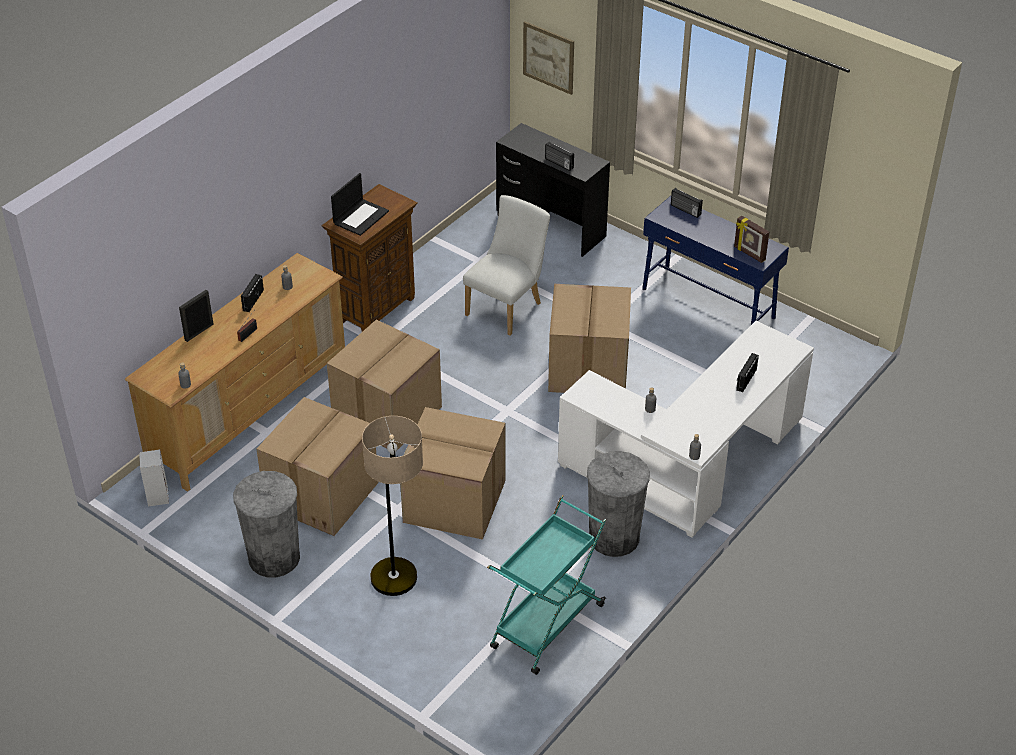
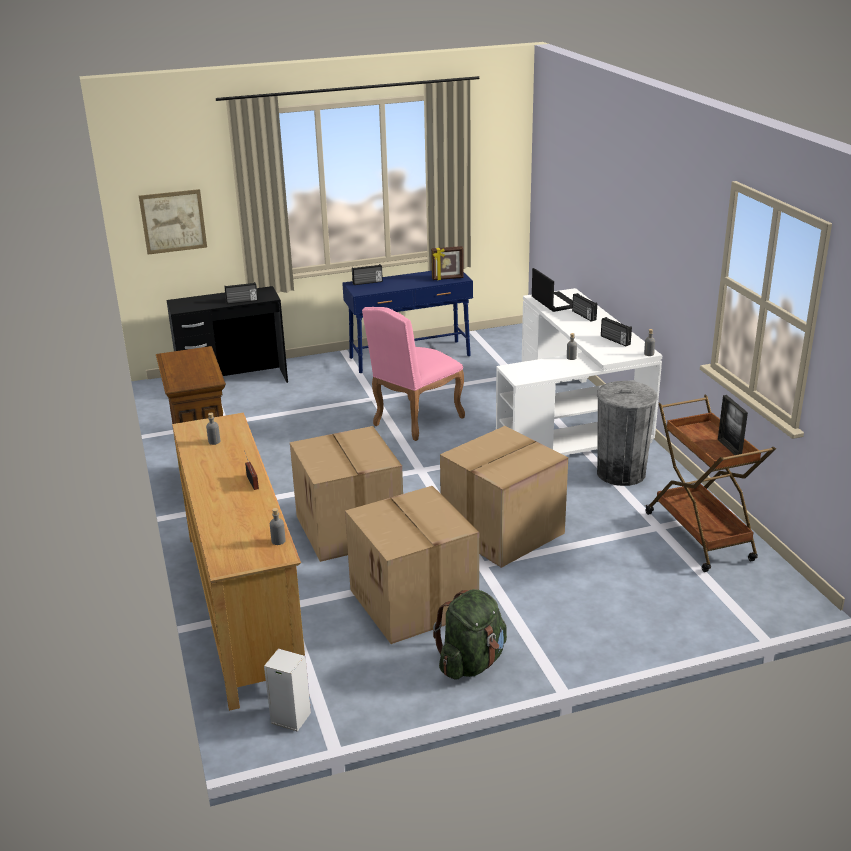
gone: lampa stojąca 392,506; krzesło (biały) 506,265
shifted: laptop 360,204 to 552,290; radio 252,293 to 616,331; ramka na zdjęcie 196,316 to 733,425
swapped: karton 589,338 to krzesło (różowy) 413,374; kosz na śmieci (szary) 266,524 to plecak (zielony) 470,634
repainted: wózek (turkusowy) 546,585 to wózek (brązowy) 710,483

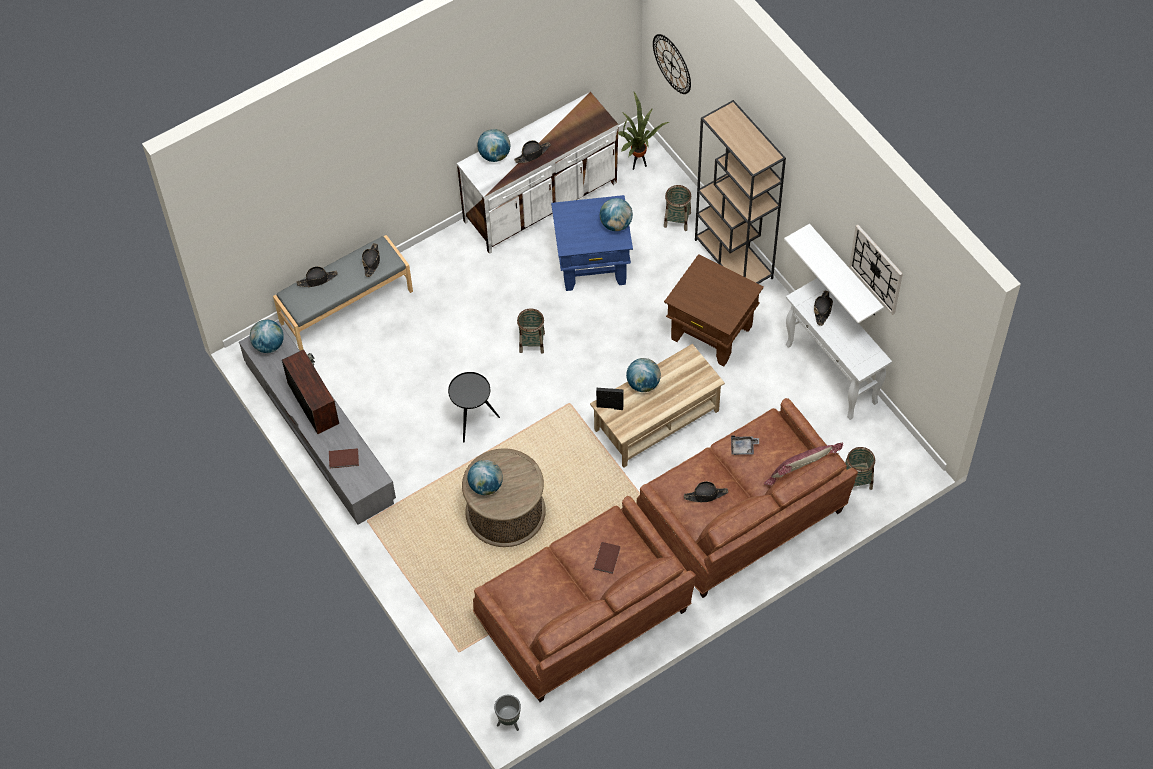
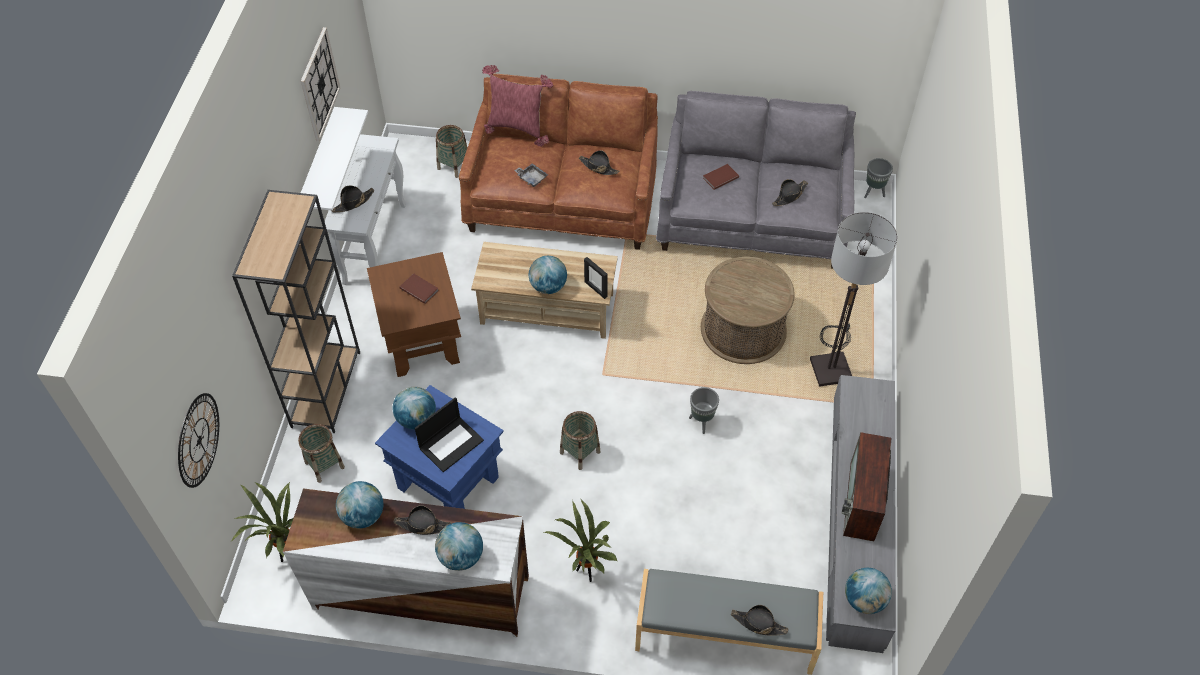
new: laptop 449,434; roślina doniczkowa 581,541; lampa stojąca 854,299
shifted: globus 485,477 to 359,504; książka (brązowy) 344,458 to 419,288; kapelusz (czarny) 371,260 to 790,192
swapped: stolik (czarny) 474,407 to donica (szary) 704,410
repainted: kanapa (brązowy) 584,599 to kanapa (szary) 756,180

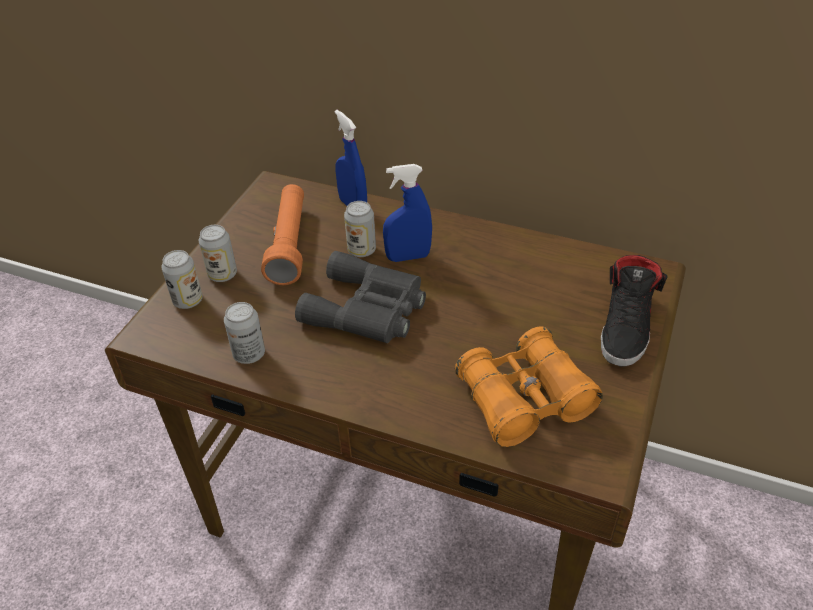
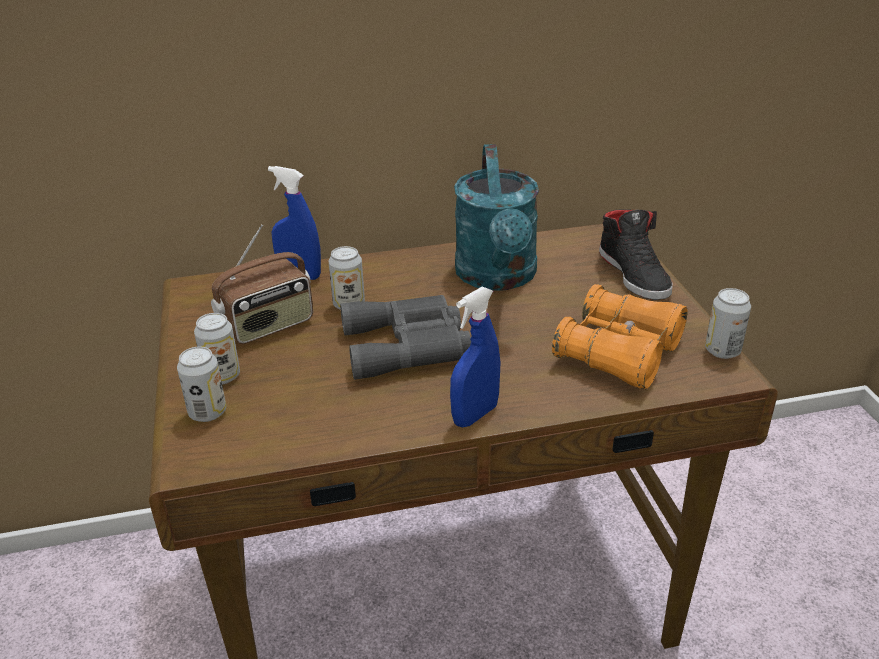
new: konewka (turkusowy) 496,217
shifted: spryskiwacz (niebieski) 407,213 to 475,357; puszka 244,333 to 728,323
swapped: latarka (pomarańczowy) 282,234 to radio 262,284

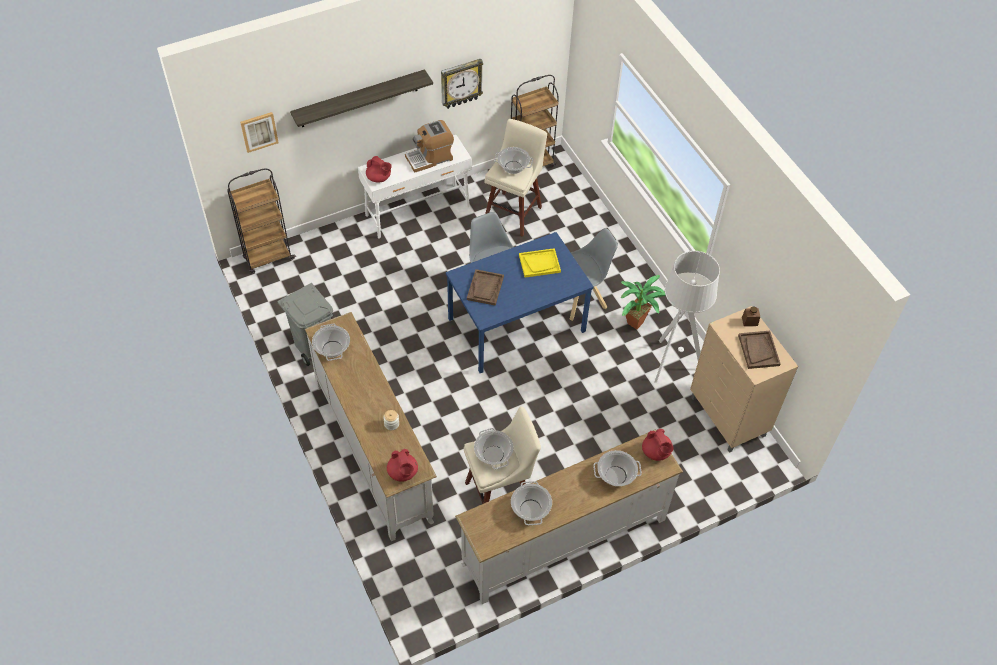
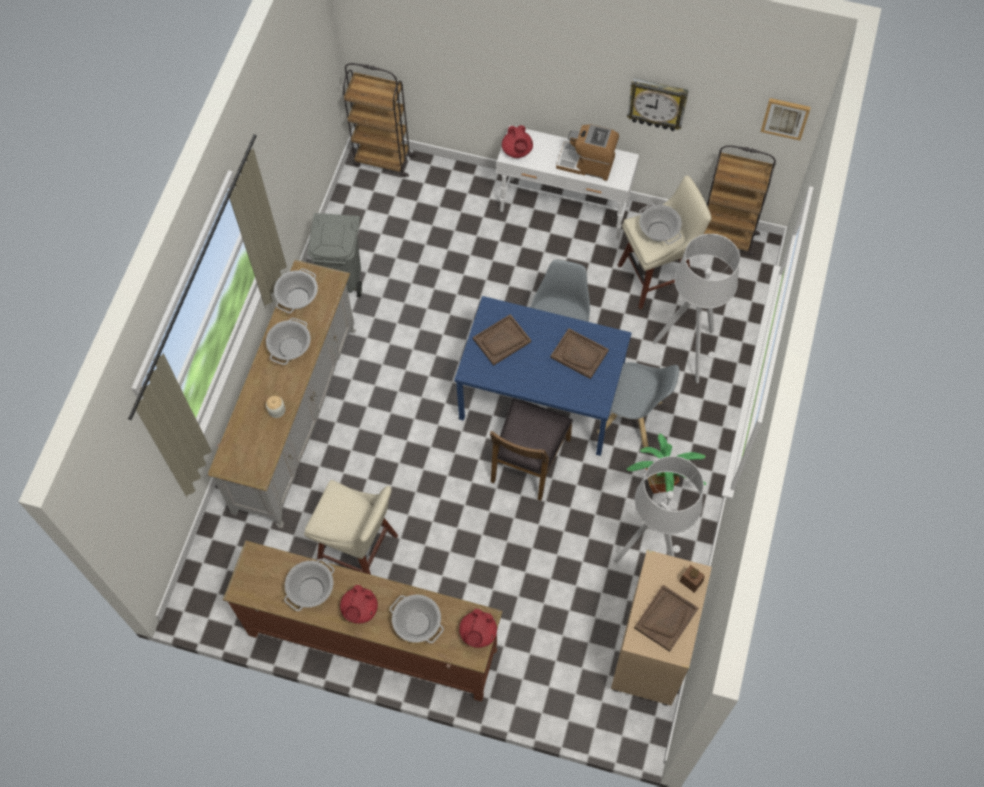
gone: półka 361,98
new: krzesło (brązowy) 531,449; lampa stojąca (szary) 696,308
shifted: garnek 494,448 to 288,341; imbryk (czerwony) 402,465 to 359,604; obraz 259,132 to 786,119
repainted: szafka (szary) 569,516 to szafka (brązowy) 363,621; taca (żółty) 540,263 to taca (brązowy) 579,353

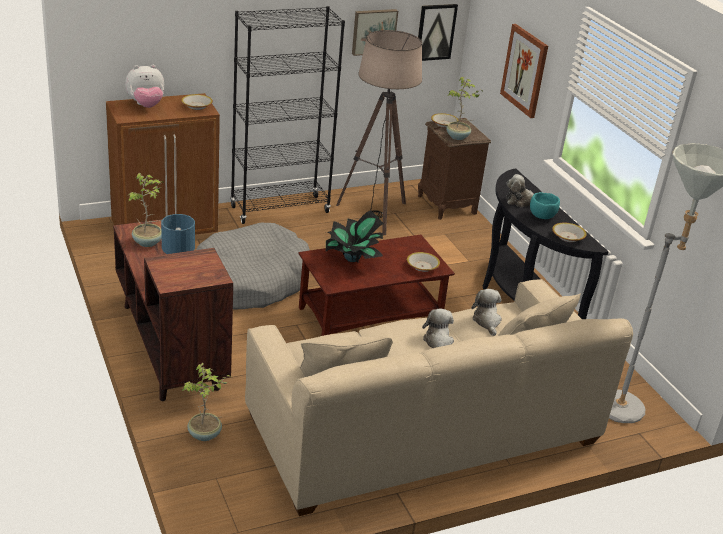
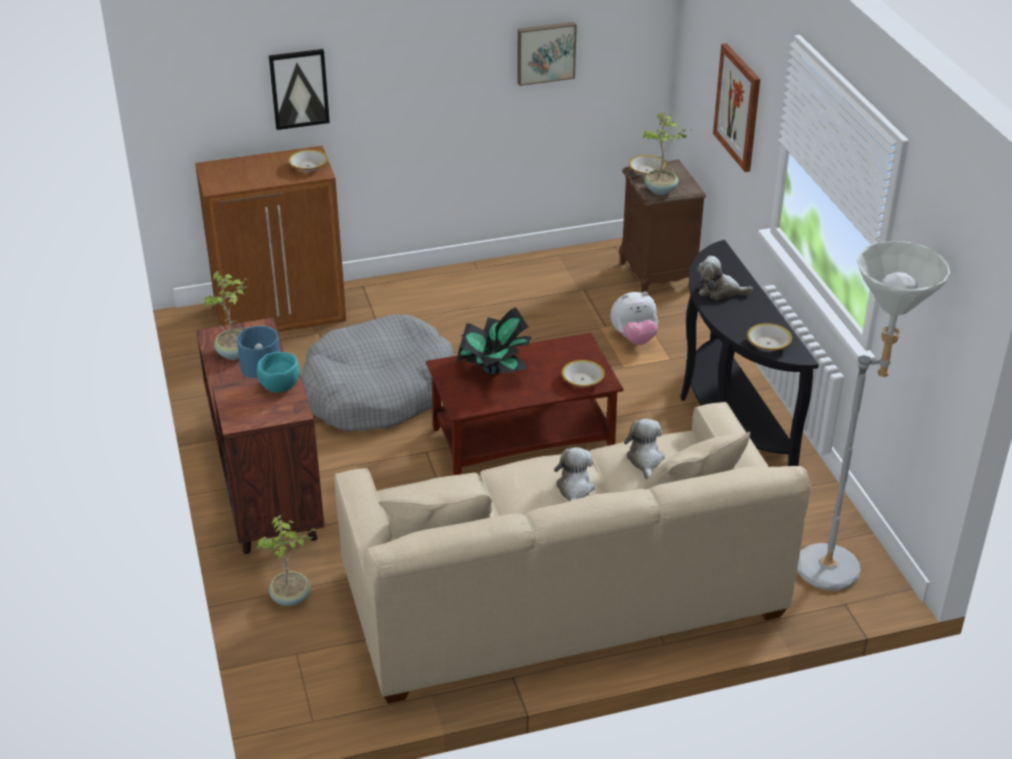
gone: regał (czarny) 287,115; lampa stojąca 379,132
shifted: miska (turkusowy) 545,205 to 278,372; obraz 438,32 to 299,89; pluszak 144,86 to 634,318

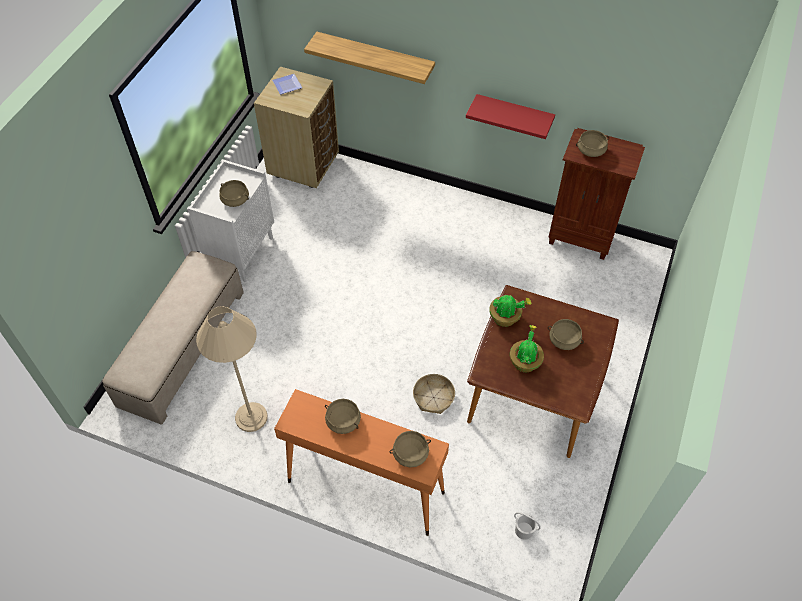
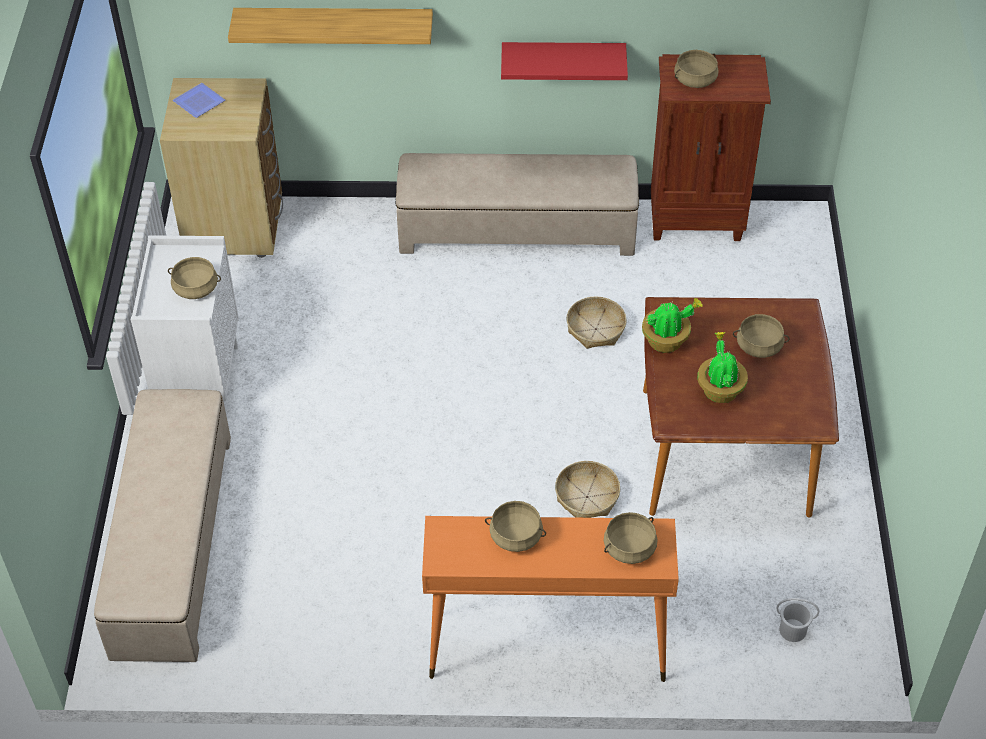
gone: lampa stojąca (beżowy) 232,369
new: ławka (beżowy) 517,204; koszyk 597,323

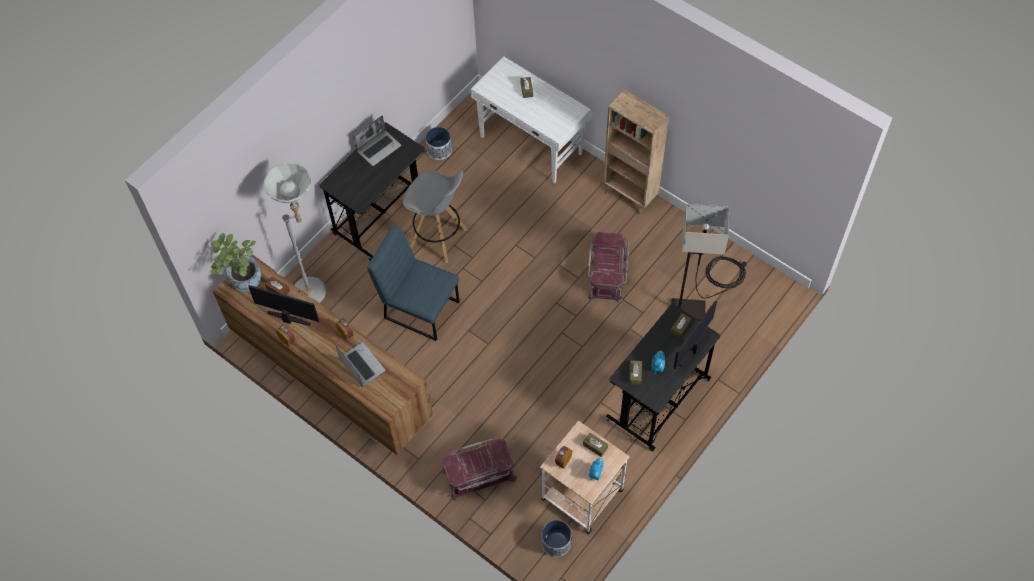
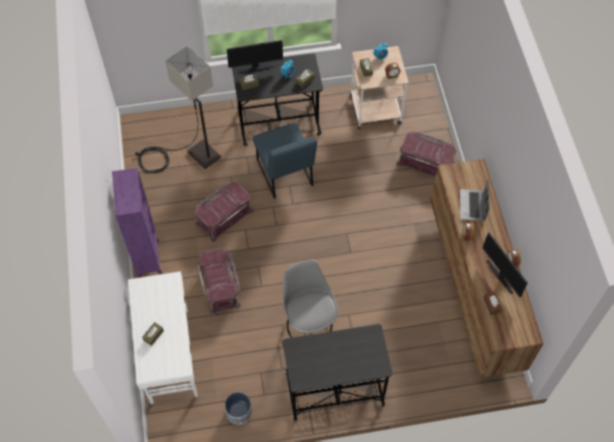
gone: roślina doniczkowa 235,262; lampa stojąca (szary) 295,233; laptop 377,140; donica 556,538
new: pojemnik do przechowywania (czerwony) 219,281
shifted: krzesło (niebieski) 413,283 to 285,161
repainted: regał (brązowy) 636,152 to regał (fioletowy) 137,223

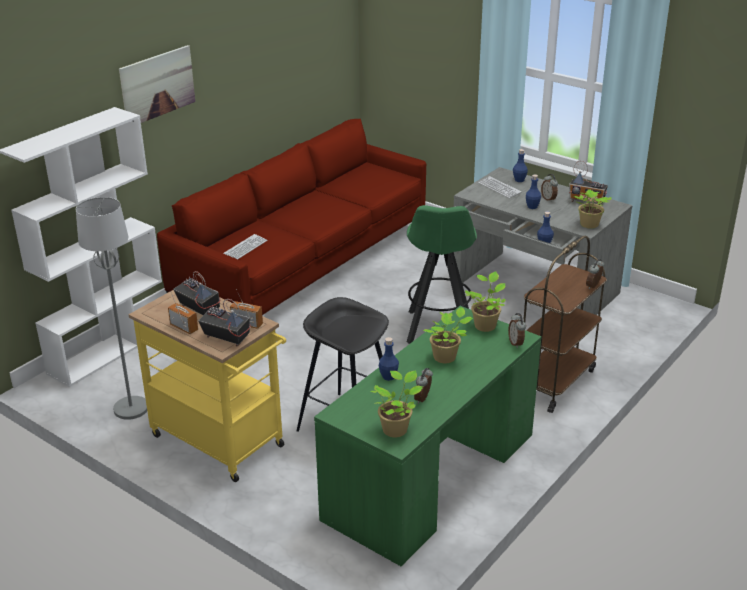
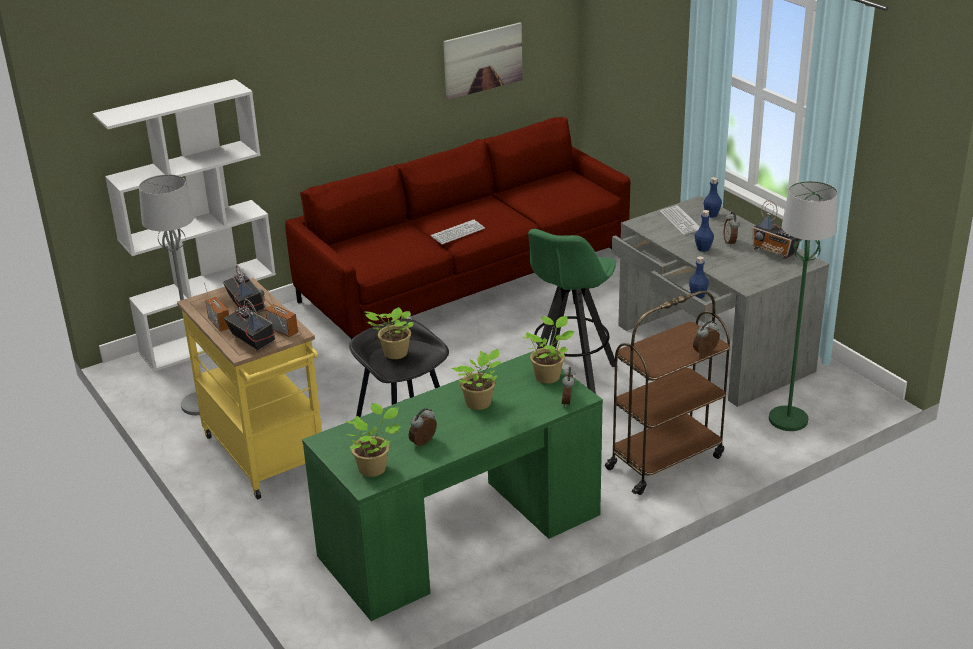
gone: butelka (niebieski) 389,359
new: lampa stojąca (zielony) 803,306
shifted: roślina doniczkowa 592,209 to 389,333; klawiatura 245,246 to 458,232; obraz 157,84 to 482,61

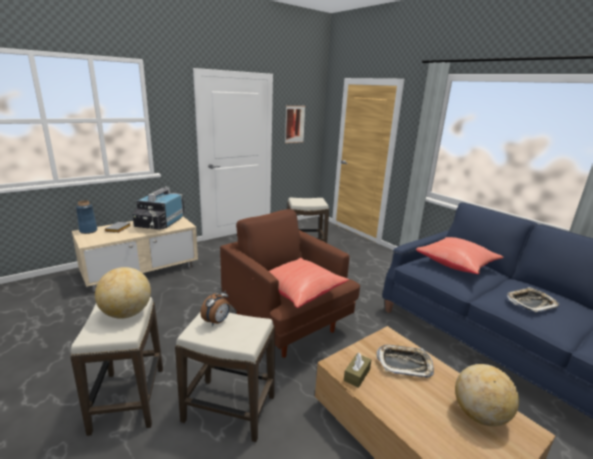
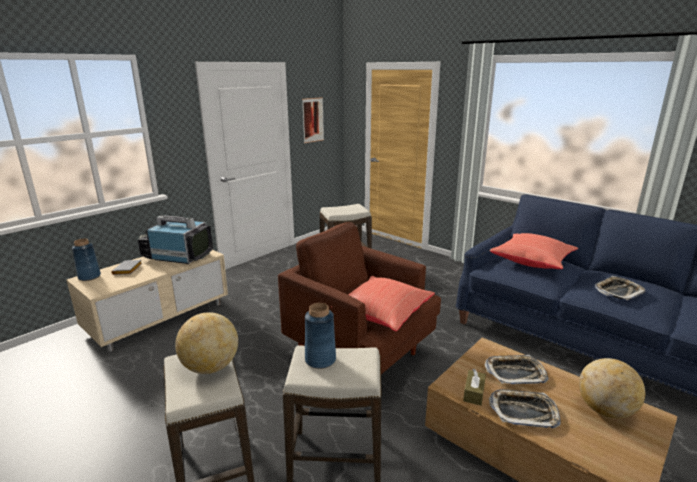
new: taca 525,408
swapped: budzik 215,307 to wazon (niebieski) 320,336
rotated: telewizor 158,208 = 175,239 105 degrees clockwise

